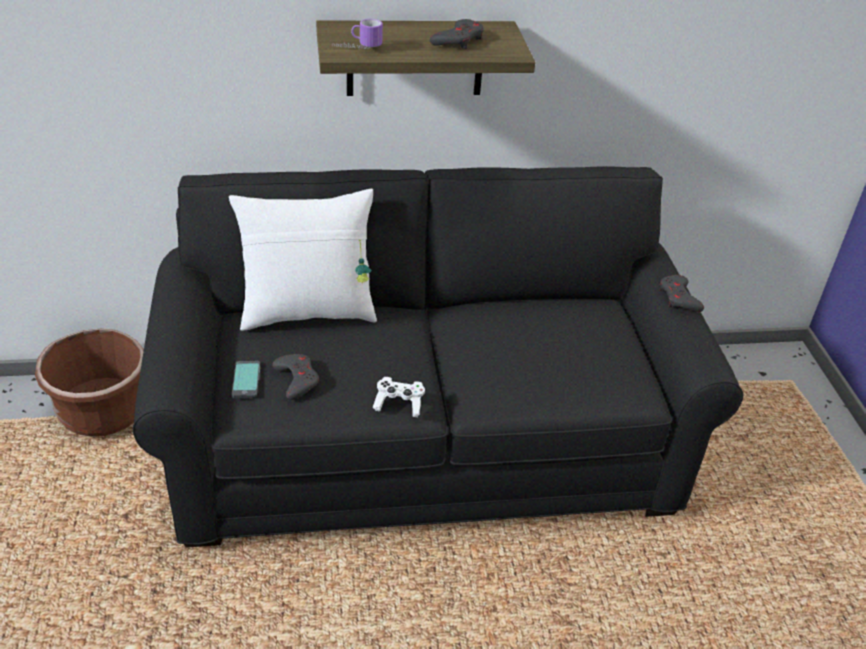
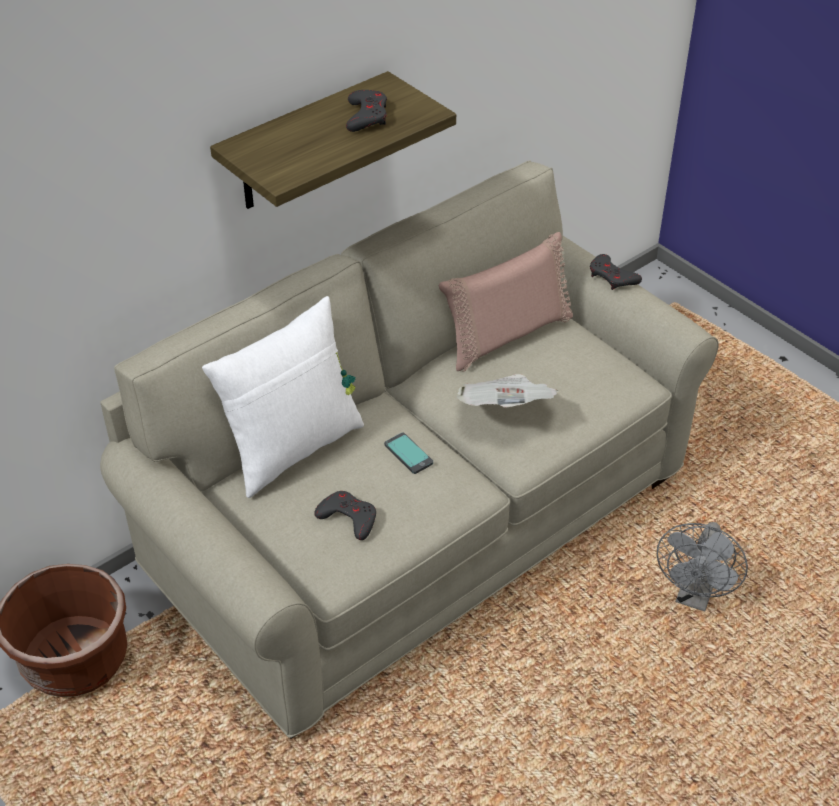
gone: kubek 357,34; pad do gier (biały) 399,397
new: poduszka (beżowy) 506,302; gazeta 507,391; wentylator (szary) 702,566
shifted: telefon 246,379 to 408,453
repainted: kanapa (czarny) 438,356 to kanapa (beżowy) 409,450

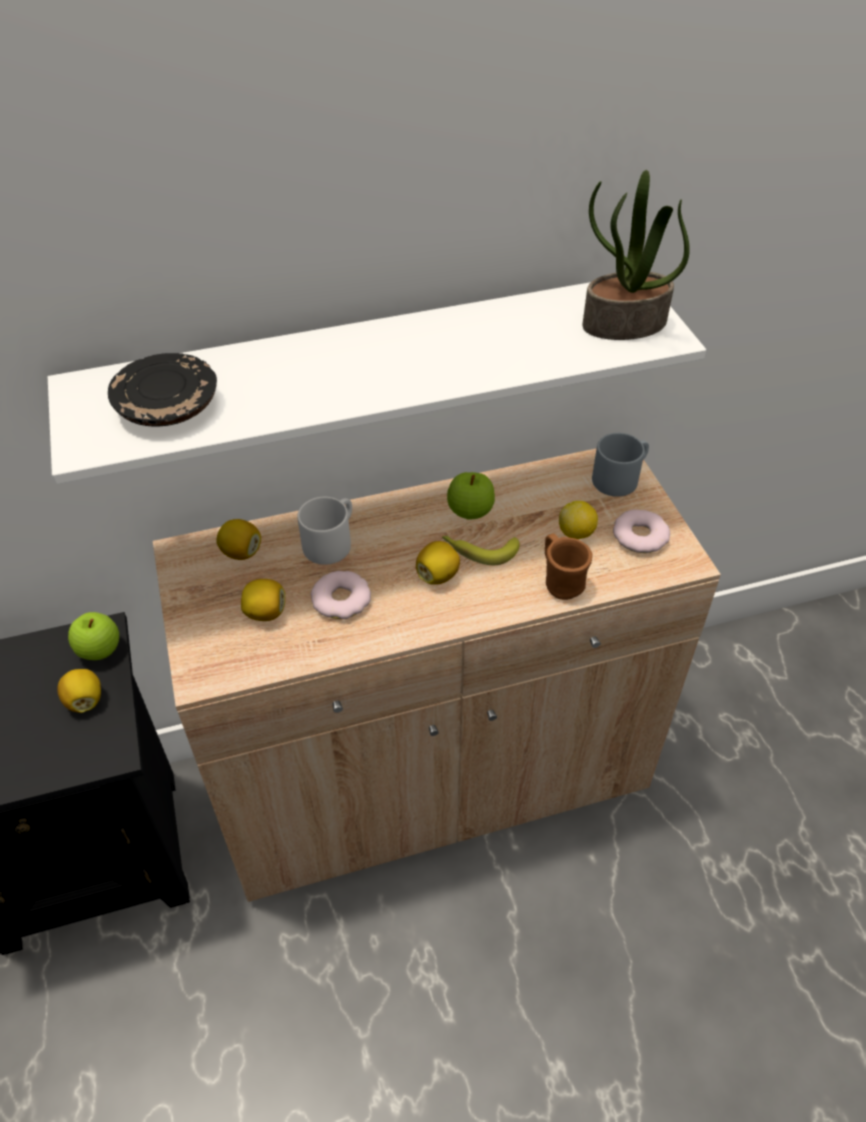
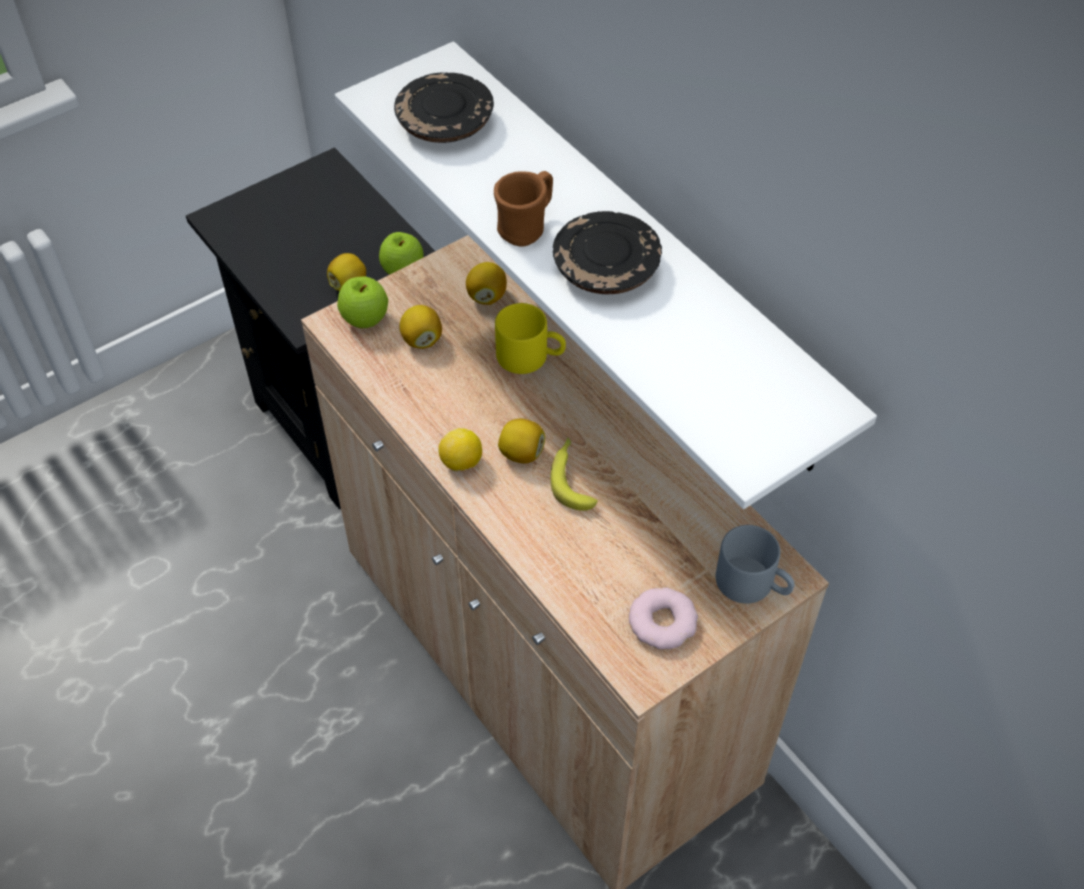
gone: donut 341,595; roślina doniczkowa 636,255
new: talerz (czarny) 607,252
shifted: jabłko 471,496 to 362,302; cytryna 578,520 to 460,449; kubek (brązowy) 569,566 to 523,208
repainted: kubek (biały) 324,531 to kubek (żółty) 530,338

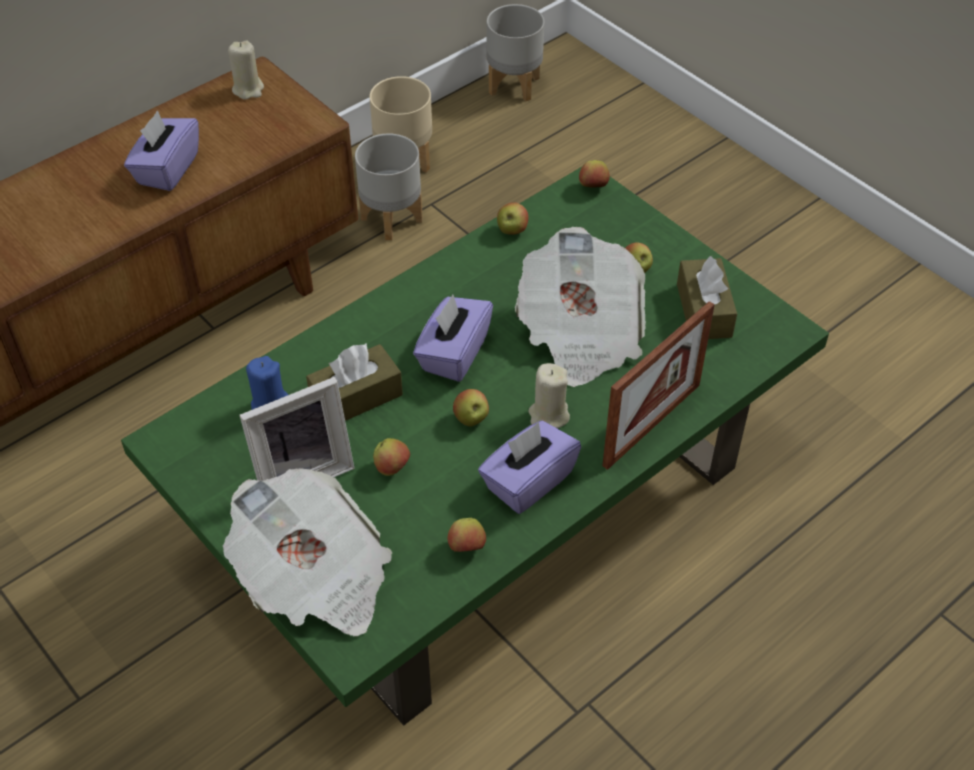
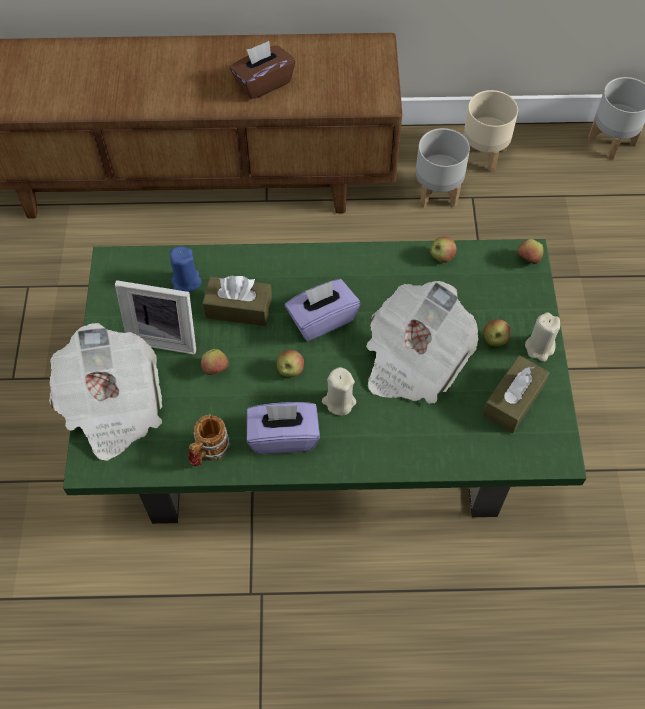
gone: ramka na zdjęcie 658,385
shifted: świeca (beżowy) 246,70 to 542,337
swapped: jabłko 467,535 to kubek 209,440
repainted: pudełko chusteczek (fioletowy) 161,151 to pudełko chusteczek (brązowy) 262,70

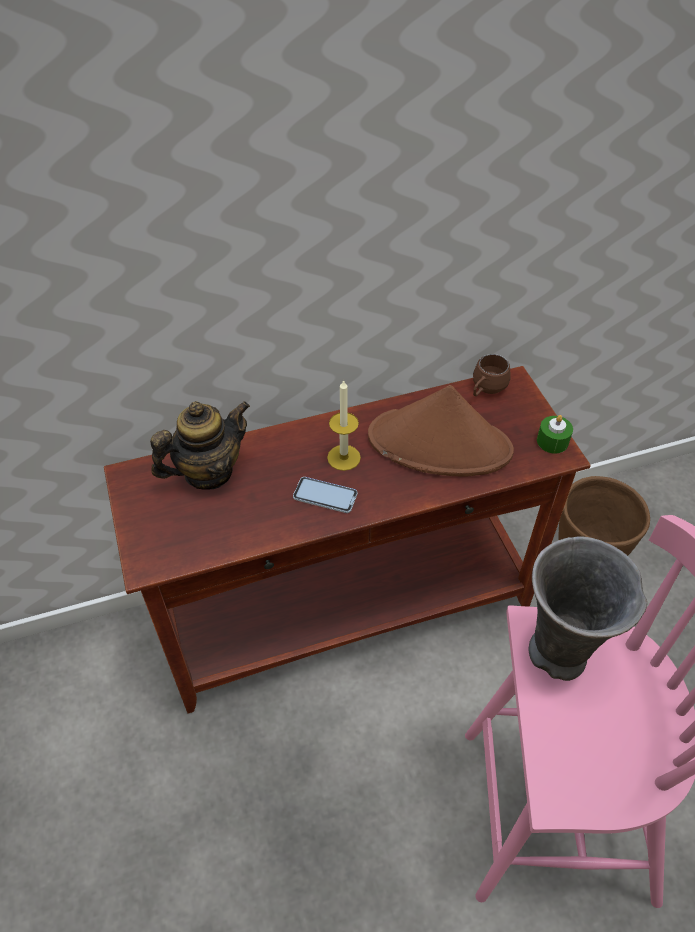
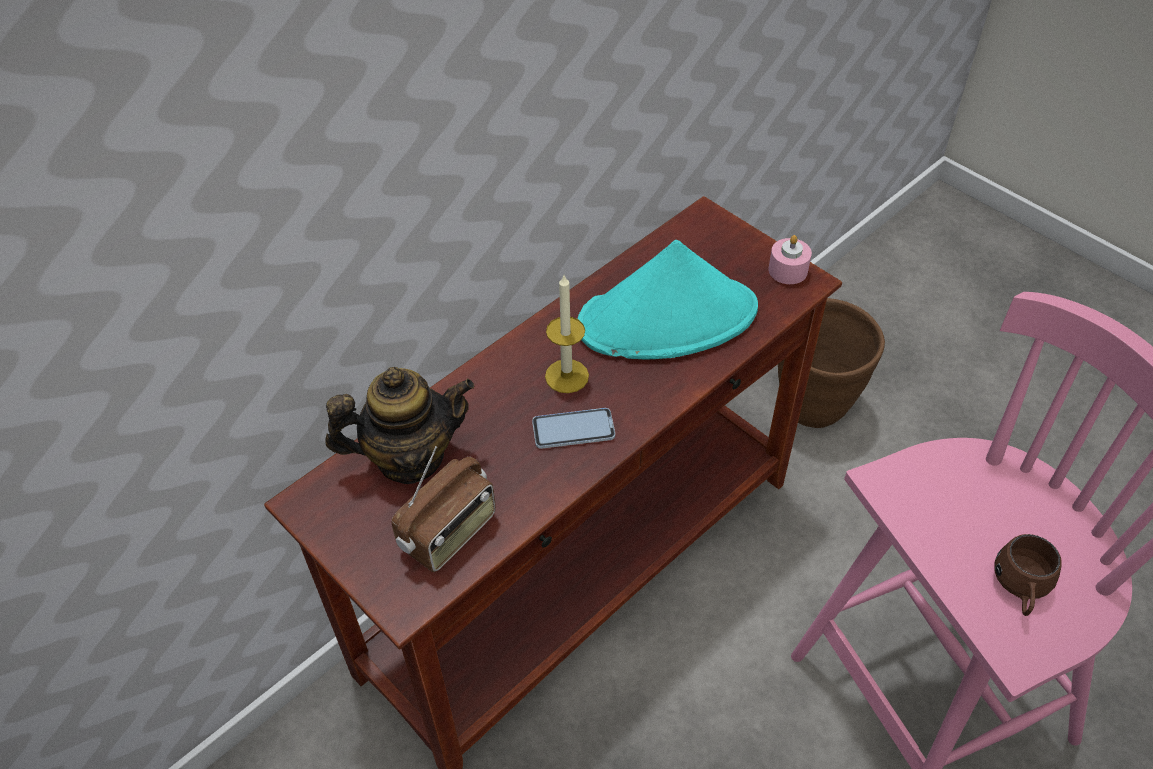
gone: wazon (szary) 588,608
new: radio 443,509
shifted: kubek (brązowy) 492,375 to 1028,575
repainted: kapelusz (brązowy) 441,431 to kapelusz (turkusowy) 668,299; świeca (zielony) 555,434 to świeca (różowy) 790,259
rotated: imbryk 200,445 = 400,425 45 degrees clockwise

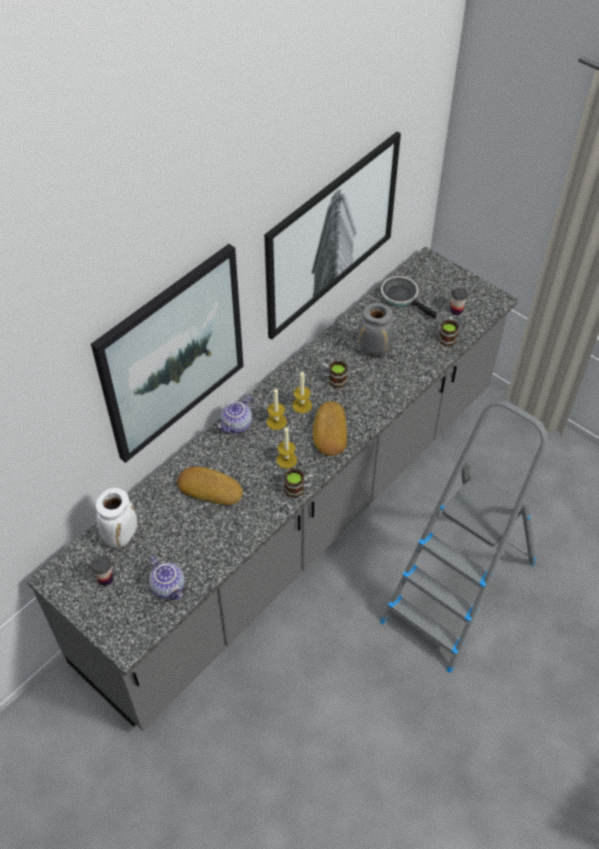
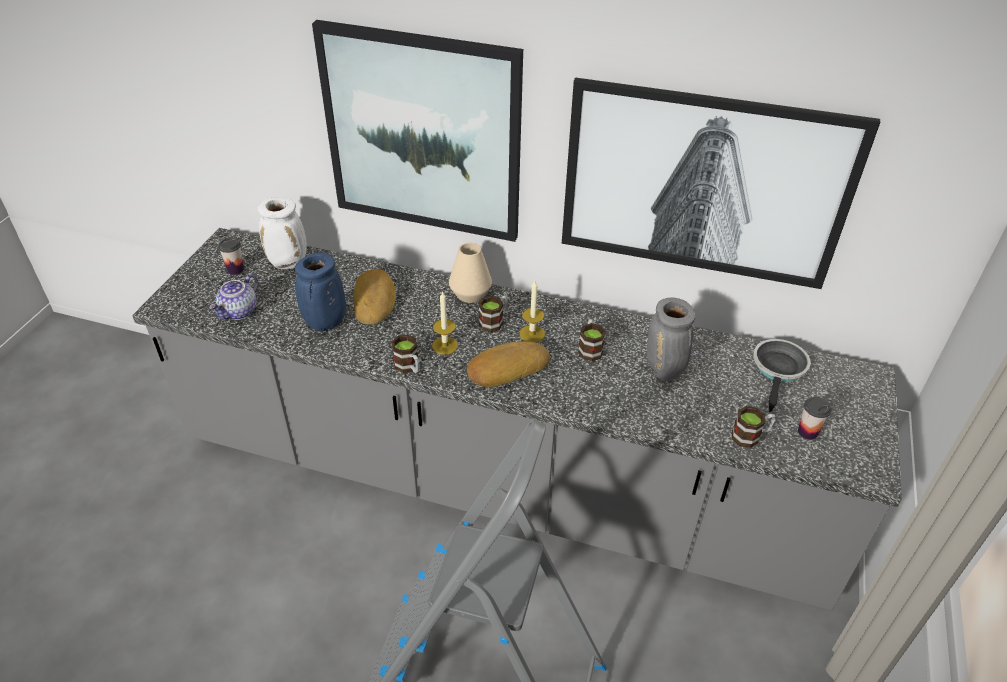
new: wazon (niebieski) 320,292
swapped: imbryk 236,414 to wazon (beżowy) 470,273; świeca 277,408 to kubek 493,313

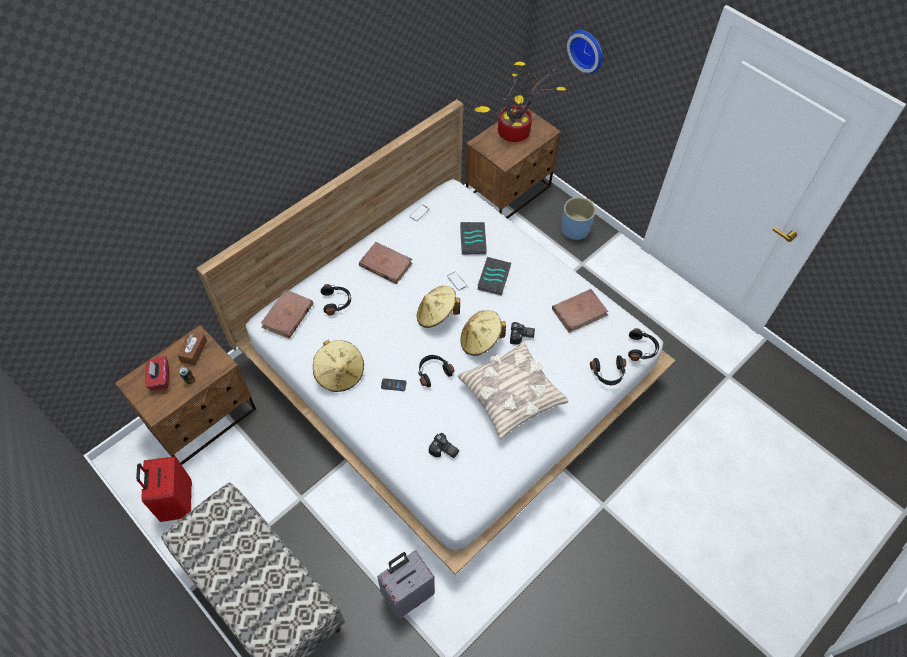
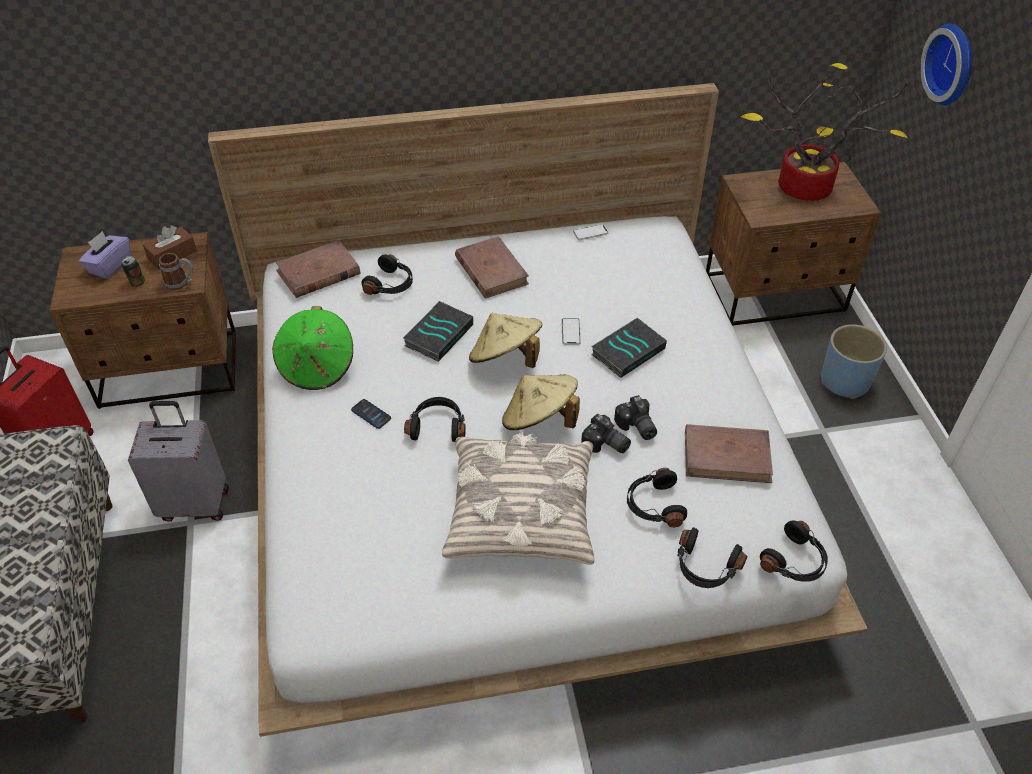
new: kubek 176,271; słuchawki (czarny) 657,497
shifted: walizka (szary) 406,584 to 178,461; książka 473,238 to 438,331; aparat fotograficzny 444,445 to 635,417
repainted: pudełko chusteczek (czerwony) 157,373 to pudełko chusteczek (fioletowy) 105,255; kapelusz (beżowy) 338,366 to kapelusz (zielony) 312,348

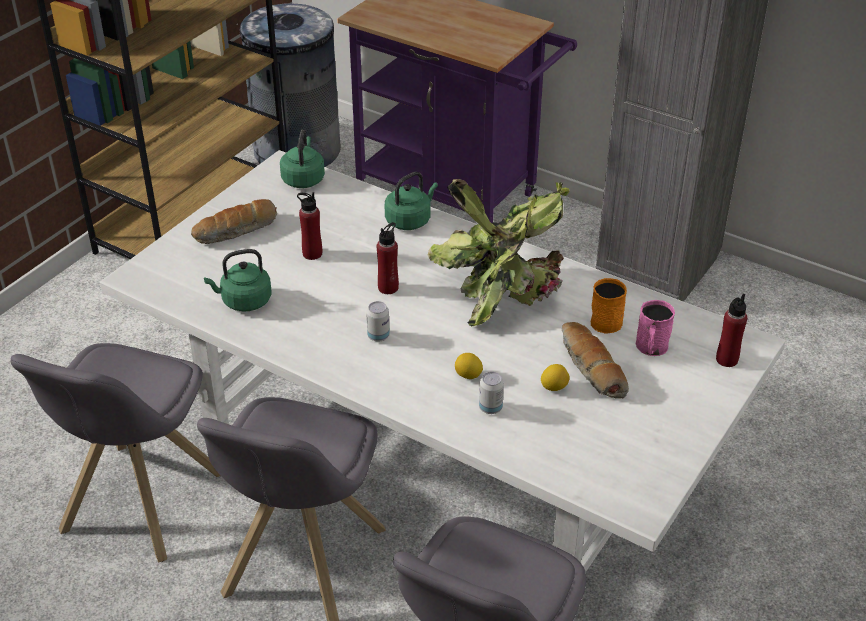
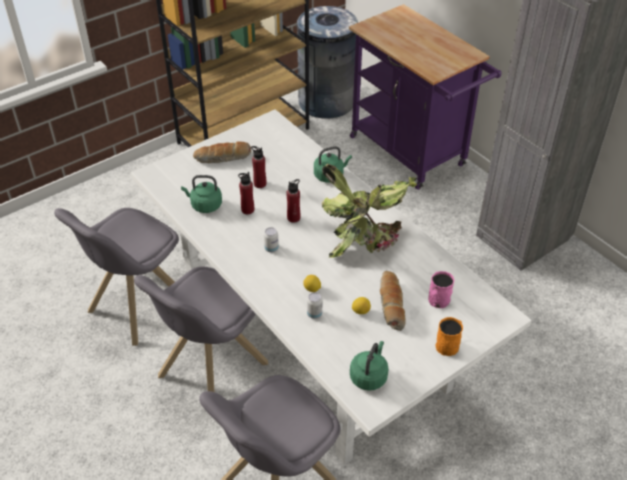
shifted: butelka (czerwony) 731,330 to 246,193; czajnik (zielony) 302,158 to 369,366; kubek (pomarańczowy) 609,306 to 449,336

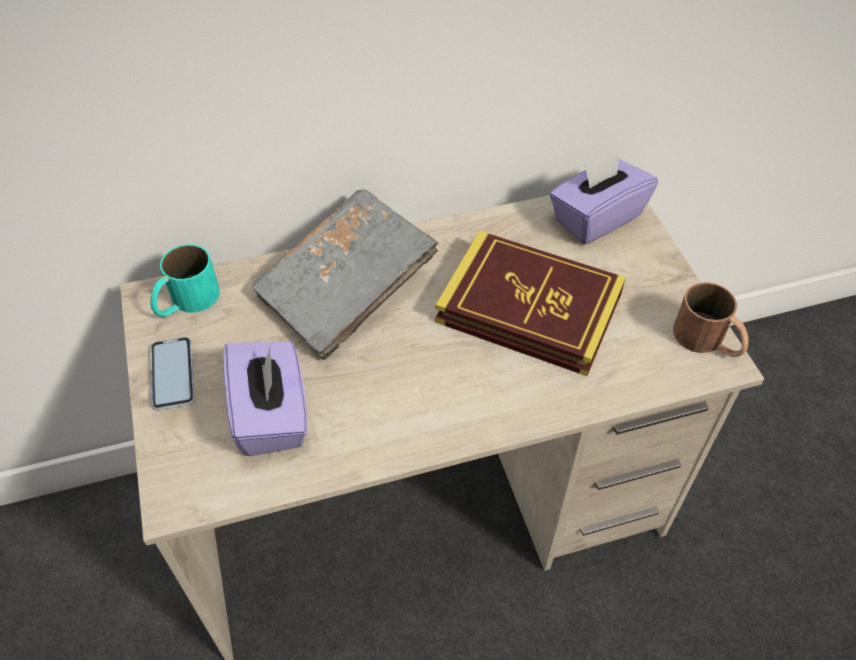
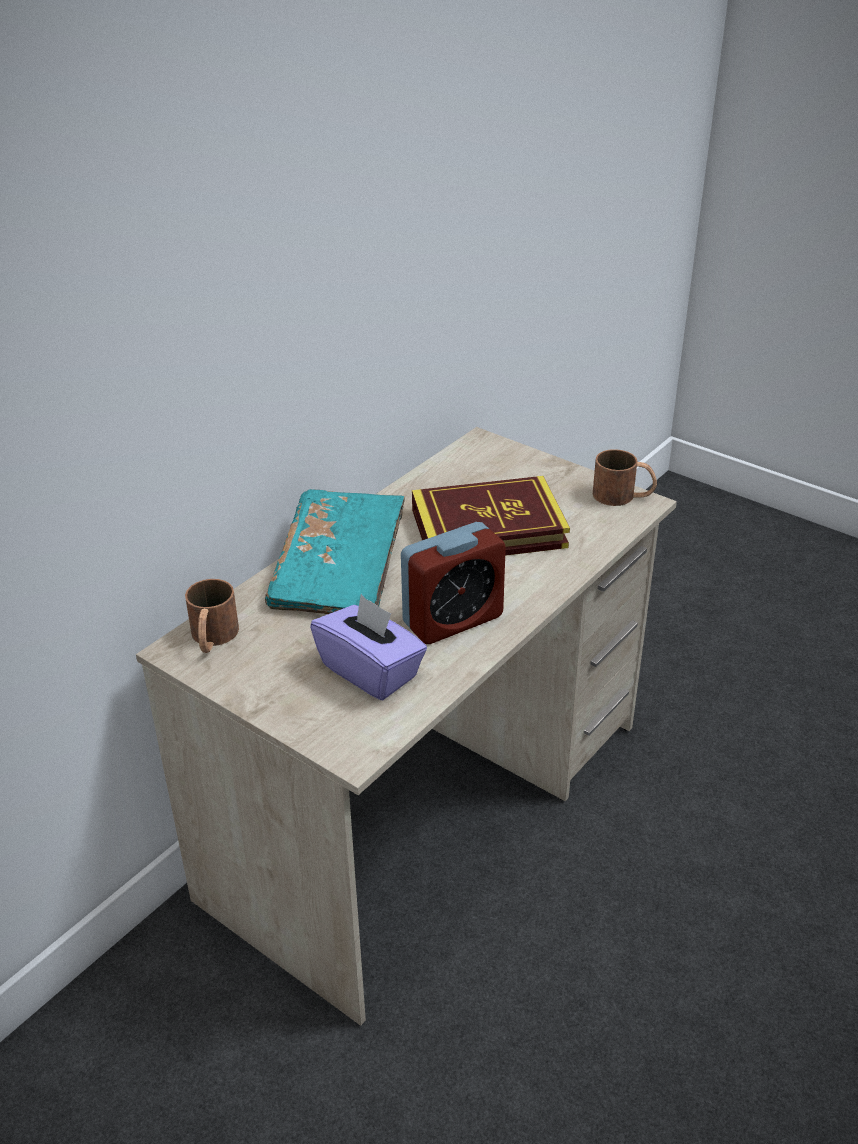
gone: telefon 173,374; pudełko chusteczek (fioletowy) 603,197
new: budzik 453,583
repainted: kubek (turkusowy) 185,280 to kubek (brązowy) 212,616; książka (szary) 345,274 to książka (turkusowy) 335,551

